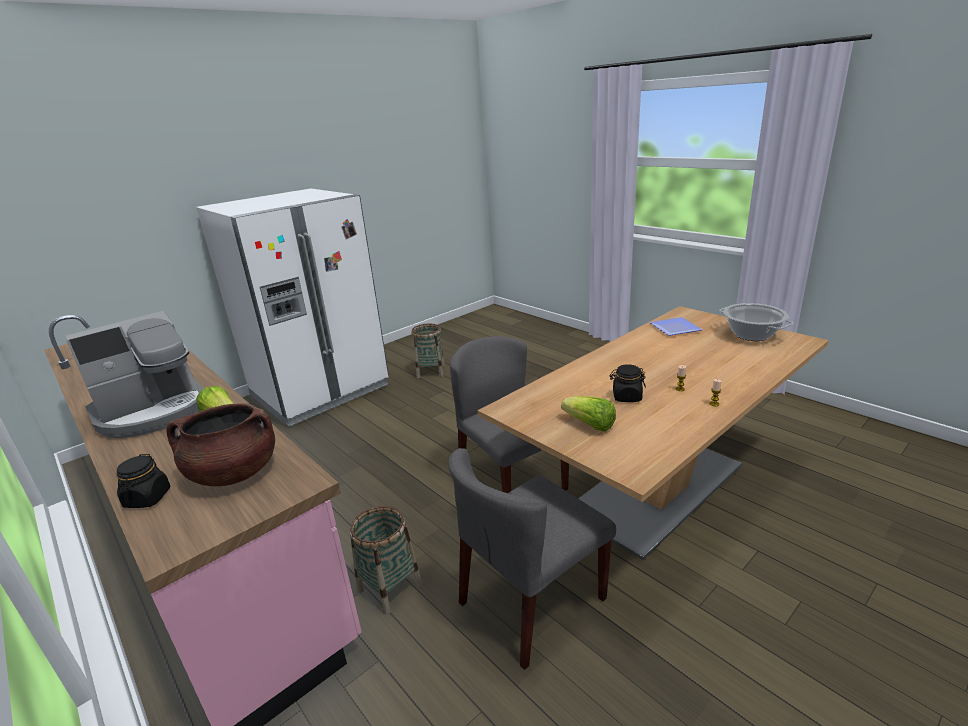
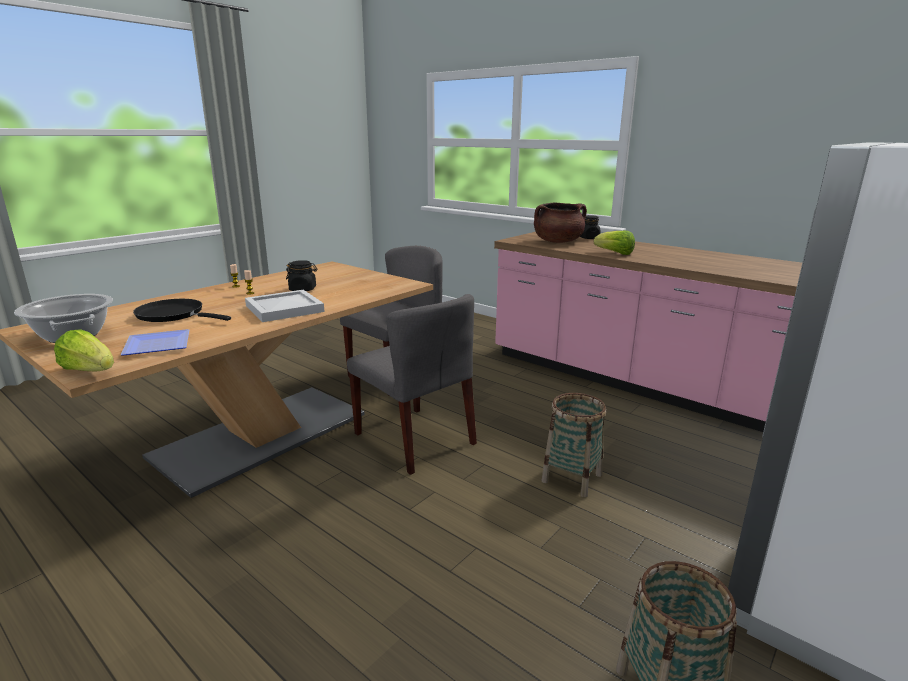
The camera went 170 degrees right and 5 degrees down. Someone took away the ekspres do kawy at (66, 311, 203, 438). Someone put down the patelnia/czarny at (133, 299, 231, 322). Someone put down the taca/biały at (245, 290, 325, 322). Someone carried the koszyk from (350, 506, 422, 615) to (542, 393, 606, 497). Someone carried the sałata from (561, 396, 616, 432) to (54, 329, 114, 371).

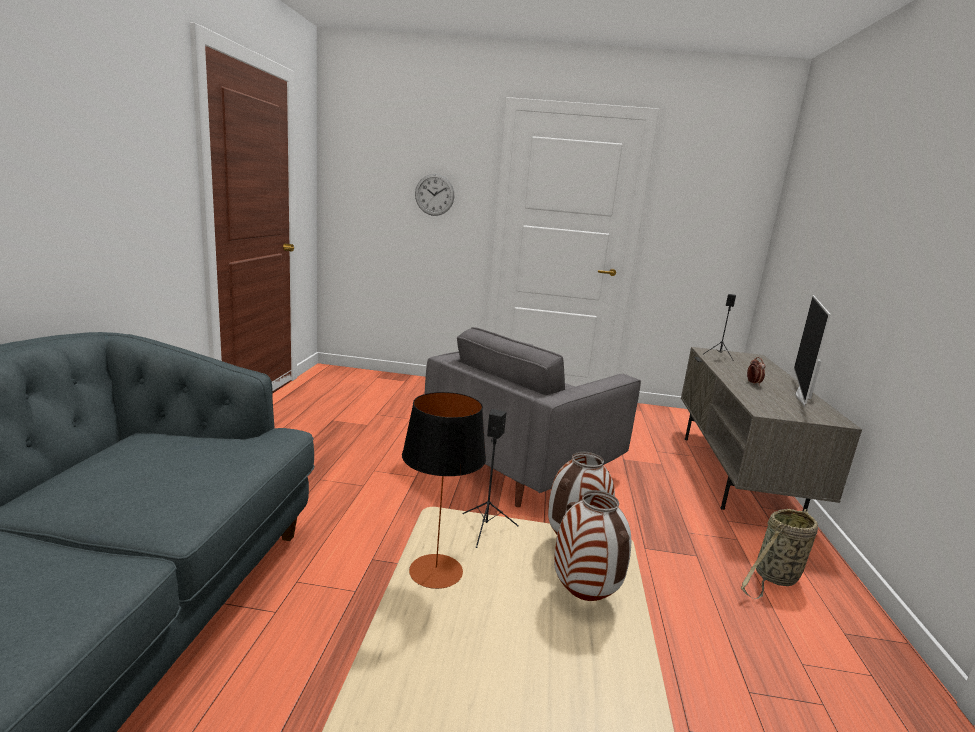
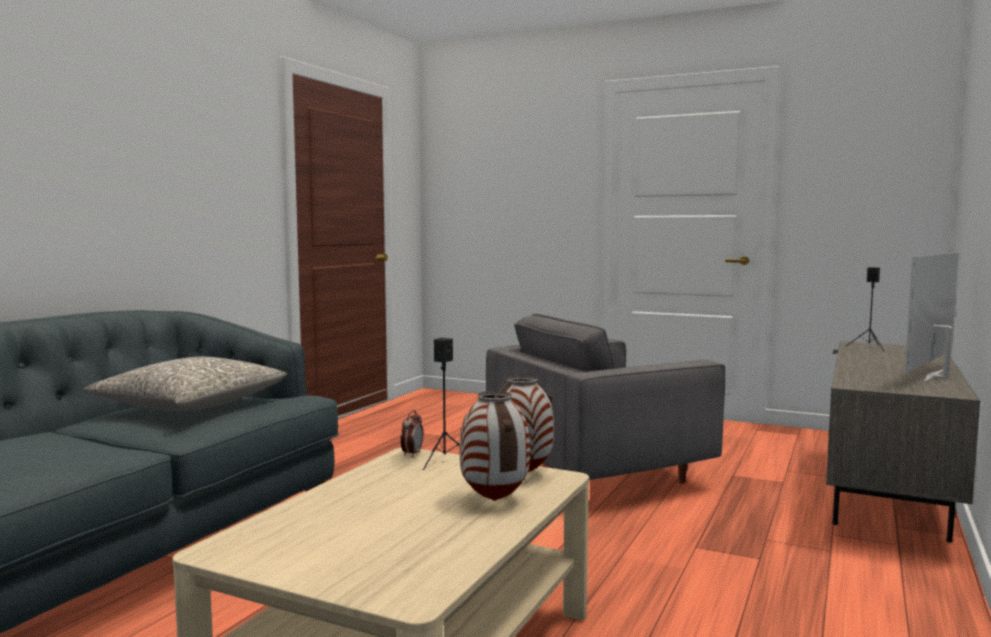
The camera went 20 degrees right and 10 degrees down. Someone took away the lampa stołowa at (402, 392, 486, 589). Someone took away the zegar ścienny at (415, 174, 454, 216). Someone took away the koszyk at (741, 509, 818, 599). Someone put down the poduszka/szary at (84, 357, 287, 411). Someone carried the budzik from (747, 357, 765, 386) to (401, 410, 424, 457).

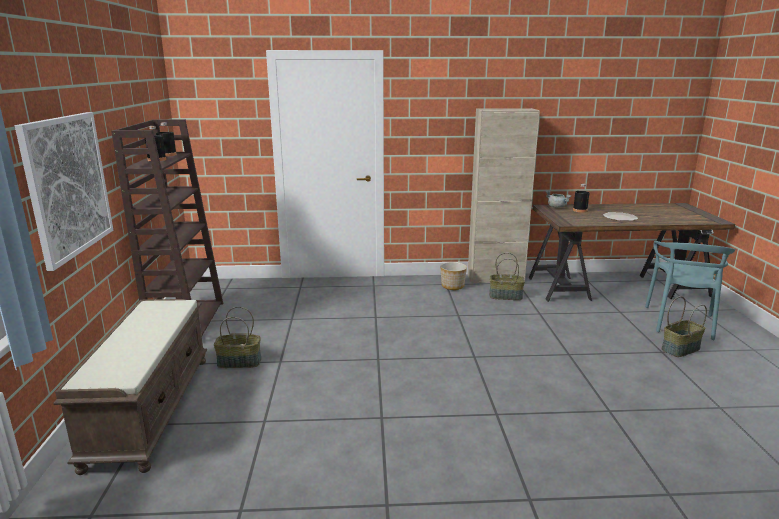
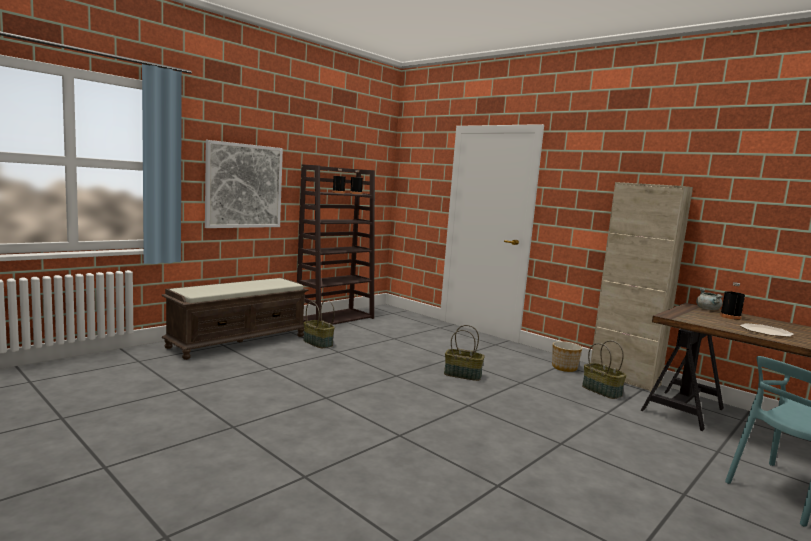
The camera went 45 degrees right and 10 degrees down. Someone carried the koszyk from (662, 296, 707, 357) to (444, 325, 485, 381).

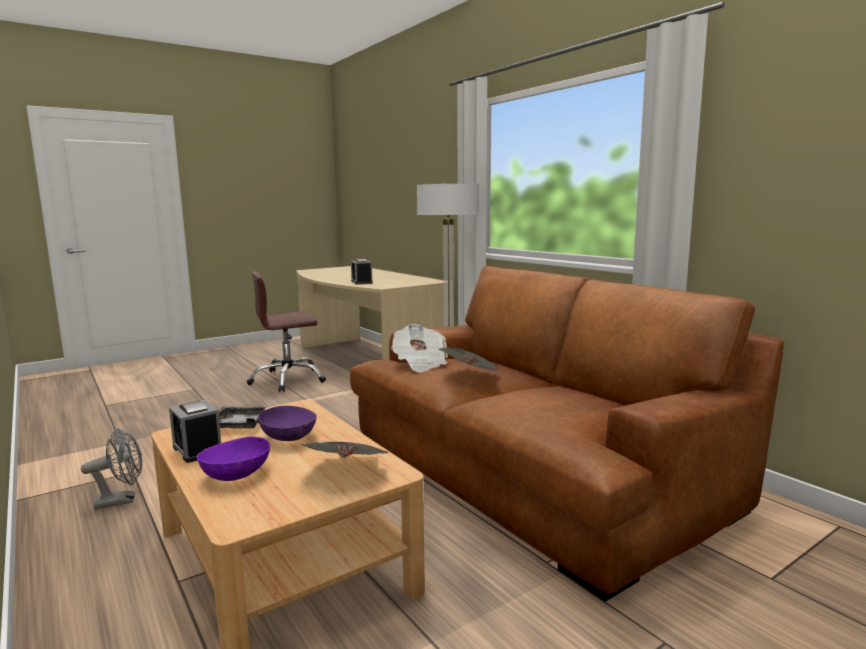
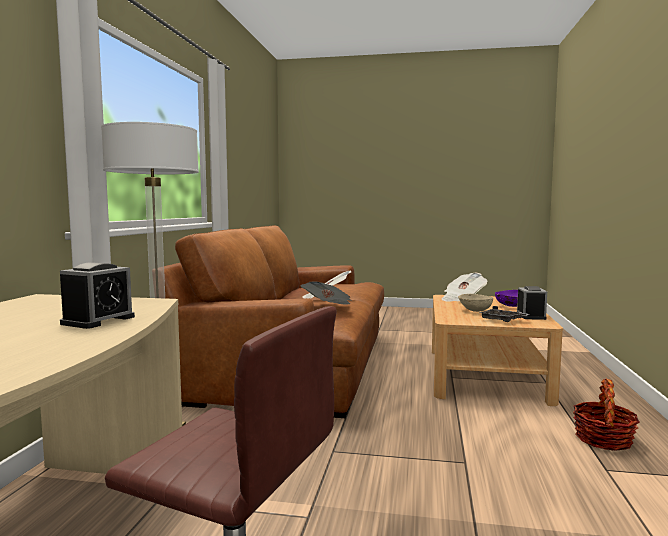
The camera went 135 degrees left and 5 degrees down. Someone swapped the wentylator/szary at (81, 428, 142, 509) for the koszyk at (573, 379, 640, 450). Someone repainted the miska/fioletowy at (258, 406, 317, 441), which became the miska/beżowy at (458, 294, 493, 312).

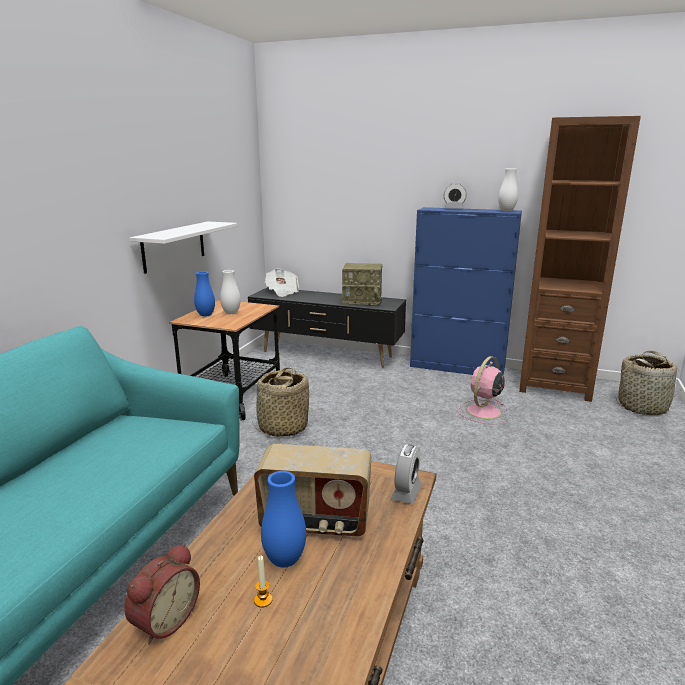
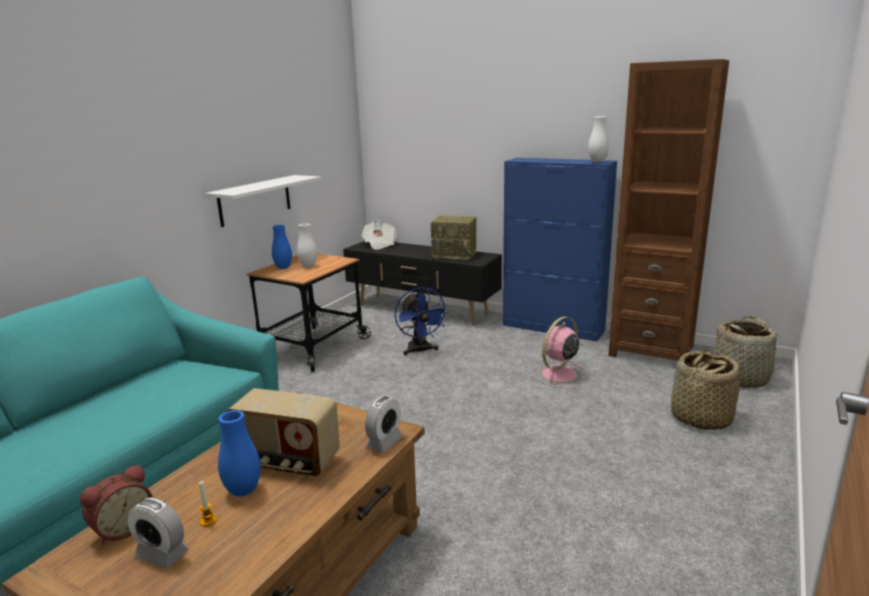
The camera went 10 degrees right and 0 degrees up. Someone put down the wentylator/niebieski at (395, 287, 448, 355). Someone carried the koszyk from (253, 367, 309, 437) to (671, 349, 740, 430). Someone carried the budzik from (444, 183, 467, 209) to (128, 498, 189, 568).

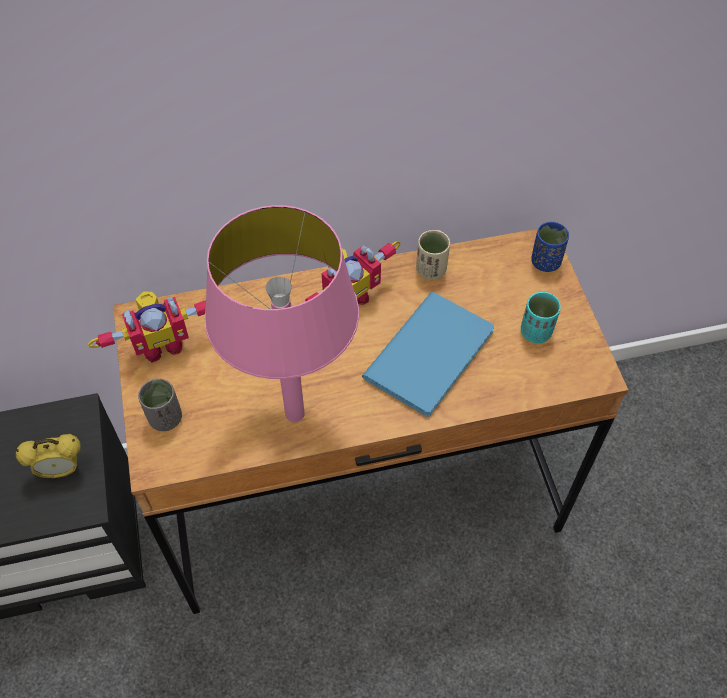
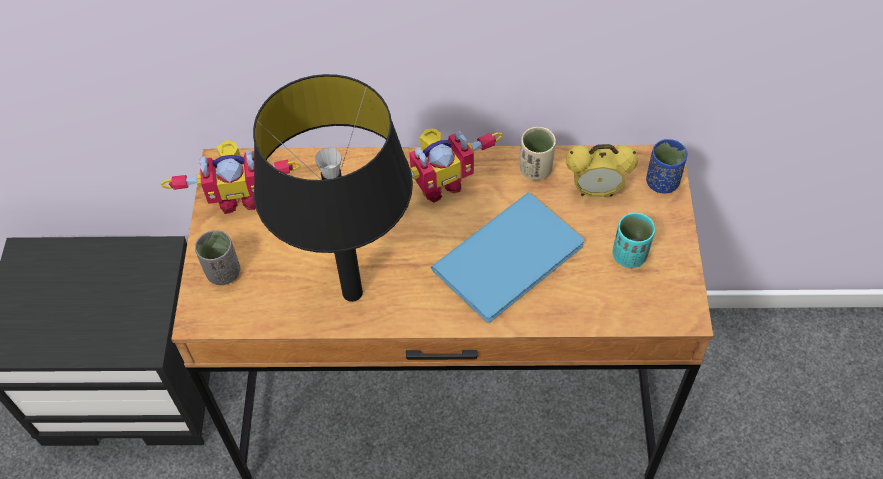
The camera went 15 degrees right and 0 degrees up. Someone carried the budzik from (16, 434, 81, 478) to (566, 144, 638, 197). Someone repainted the lampa stołowa/różowy at (205, 205, 359, 422), which became the lampa stołowa/czarny at (253, 74, 413, 302).

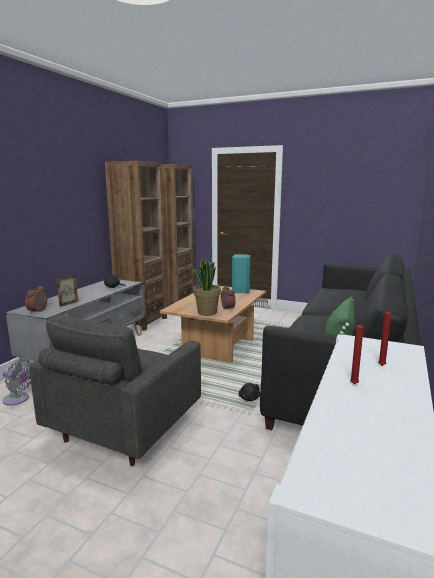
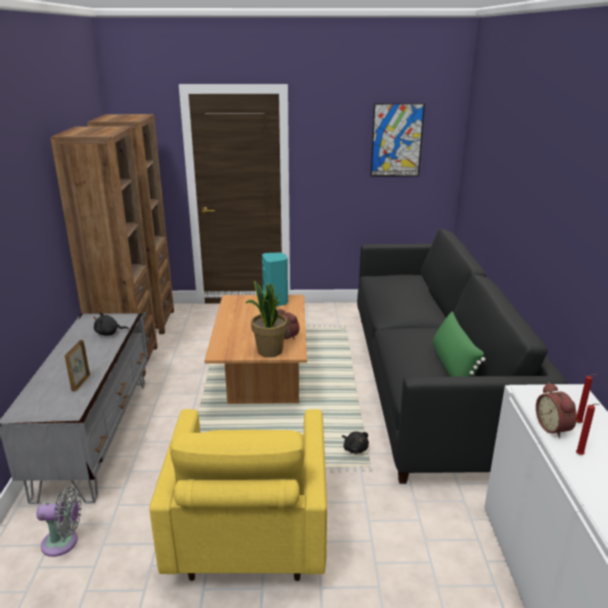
The camera went 25 degrees left and 10 degrees up. Someone put up the obraz at (370, 103, 425, 177). Someone carried the budzik from (25, 286, 48, 313) to (536, 382, 577, 438). Someone repainted the fotel/szary at (29, 315, 201, 466), which became the fotel/żółty at (149, 409, 327, 581).

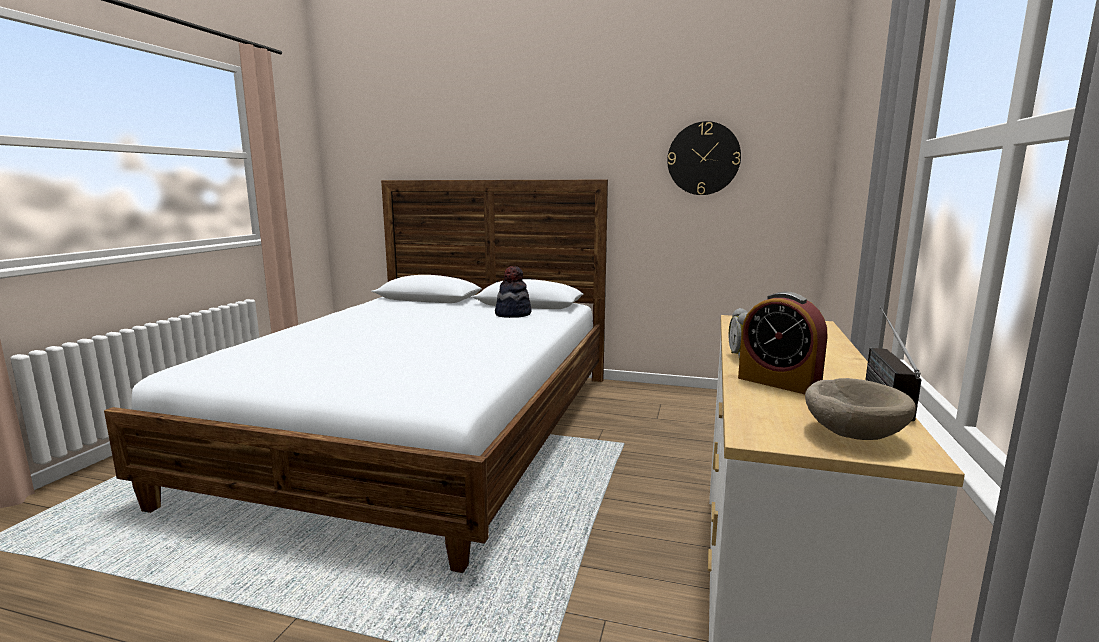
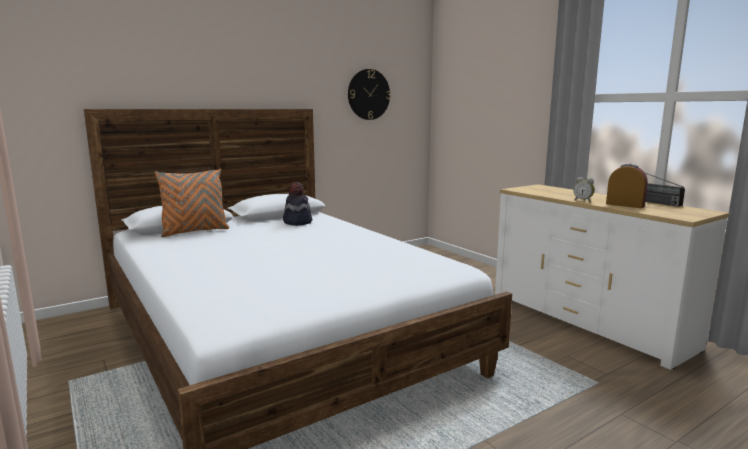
The camera went 50 degrees left and 0 degrees up. Someone took away the miska/beżowy at (805, 378, 916, 440). Someone put down the poduszka/pomarańczowy at (155, 169, 229, 237). Someone rotated the budzik at (738, 292, 827, 394) by 135 degrees counterclockwise.

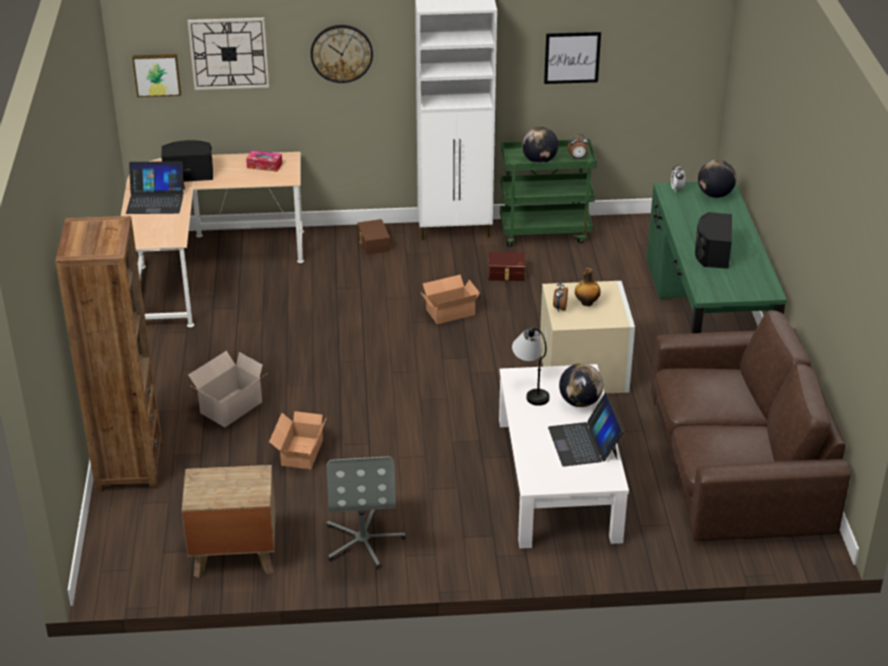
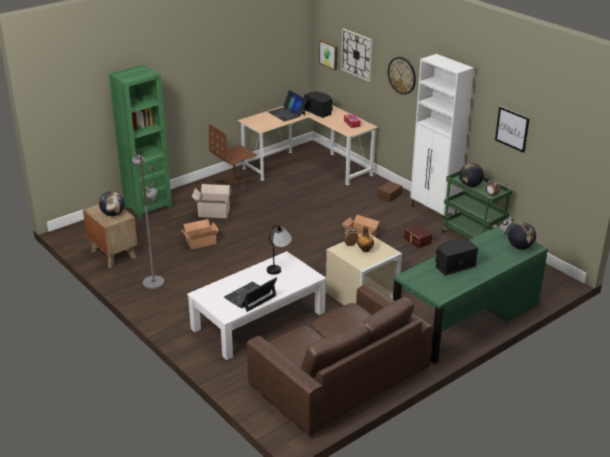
The camera went 55 degrees right and 5 degrees down. Someone put down the krzesło biurowe/brązowy at (209, 124, 257, 192). Someone carried the globus from (559, 363, 603, 407) to (99, 191, 125, 216). Someone swapped the krzesło biurowe/szary at (326, 456, 406, 568) for the lampa stojąca/szary at (132, 153, 164, 289). Someone repainted the regał/brązowy at (55, 216, 162, 492), which became the regał/zielony at (109, 65, 172, 219).

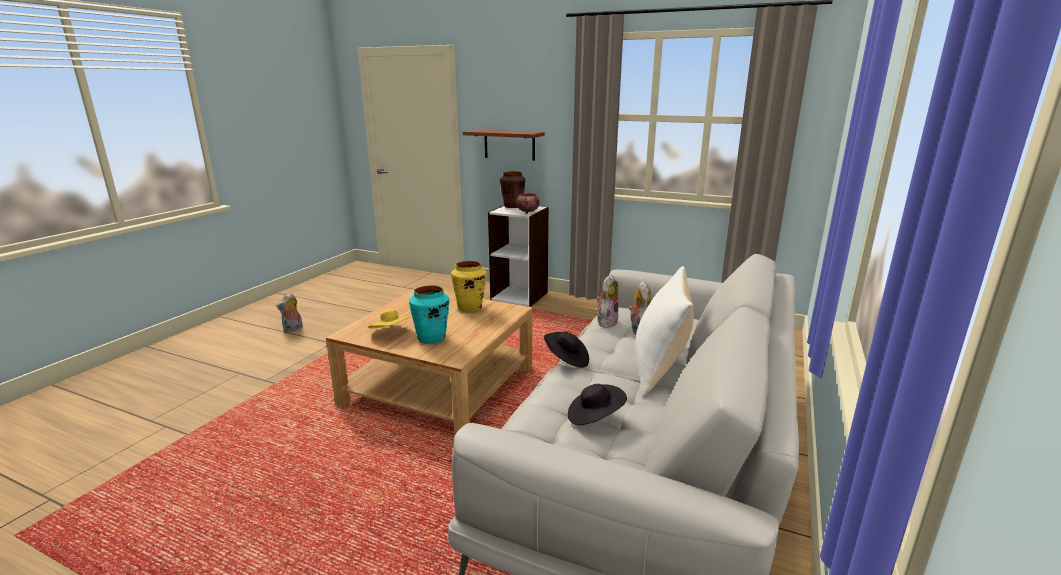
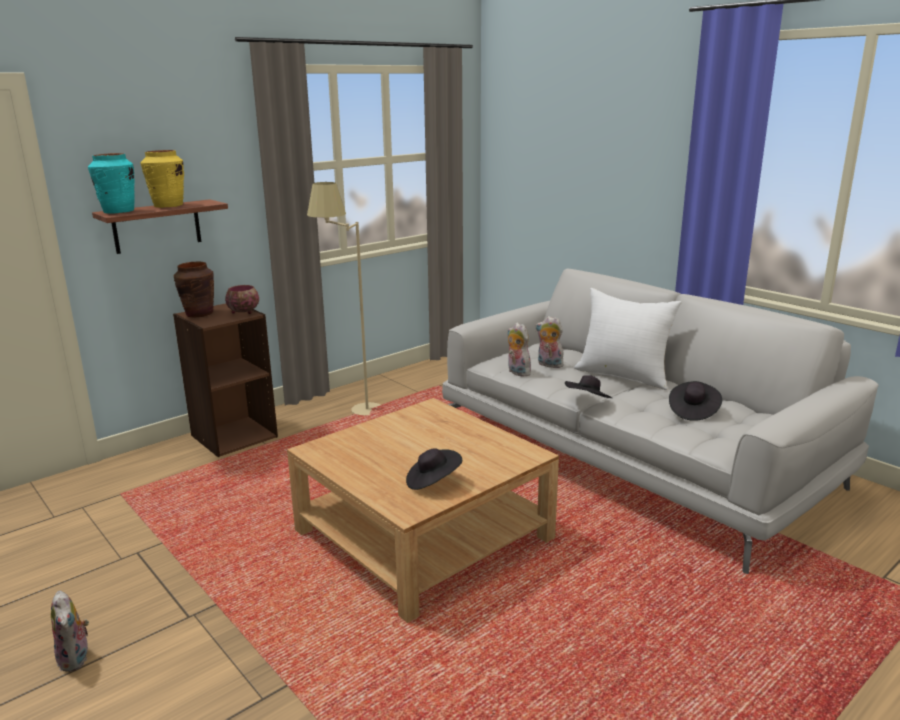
The camera went 65 degrees left and 0 degrees up. Someone put down the lampa stojąca/beżowy at (307, 182, 380, 415). Someone carried the wazon/turkusowy from (409, 285, 450, 344) to (88, 153, 135, 214). Someone carried the wazon/żółty from (451, 261, 486, 312) to (140, 150, 184, 208). Someone repainted the kapelusz/żółty at (368, 309, 411, 329), which became the kapelusz/czarny at (406, 448, 462, 490). Someone repainted the regał/biały at (488, 205, 549, 307), which became the regał/brązowy at (173, 303, 278, 457).

